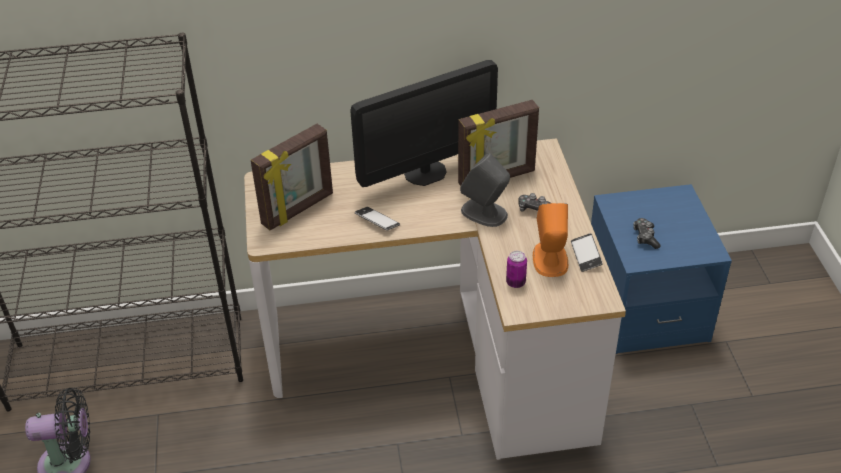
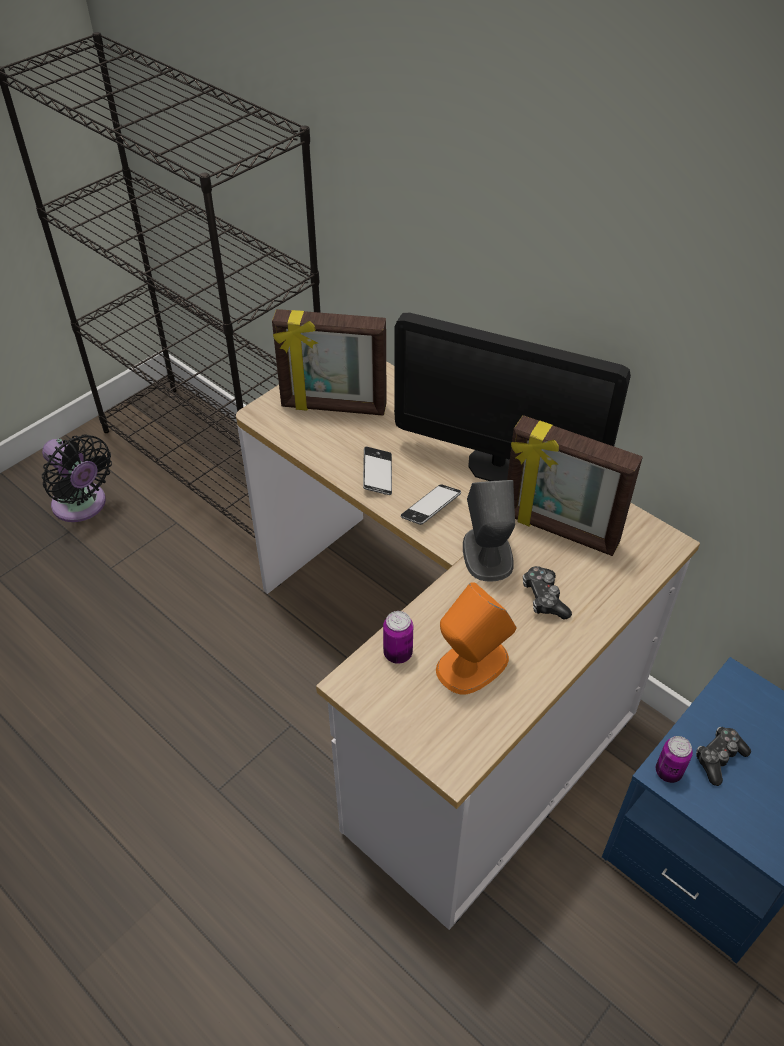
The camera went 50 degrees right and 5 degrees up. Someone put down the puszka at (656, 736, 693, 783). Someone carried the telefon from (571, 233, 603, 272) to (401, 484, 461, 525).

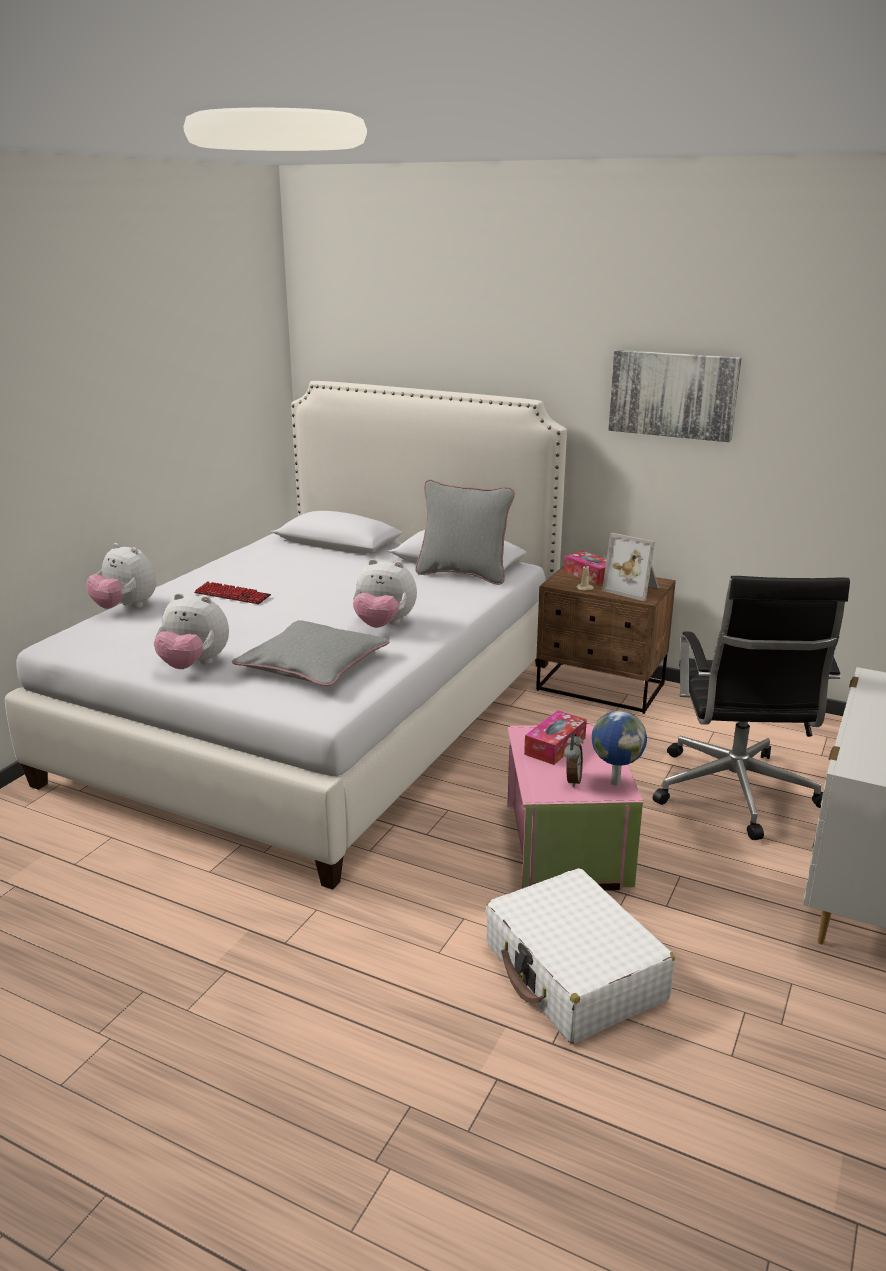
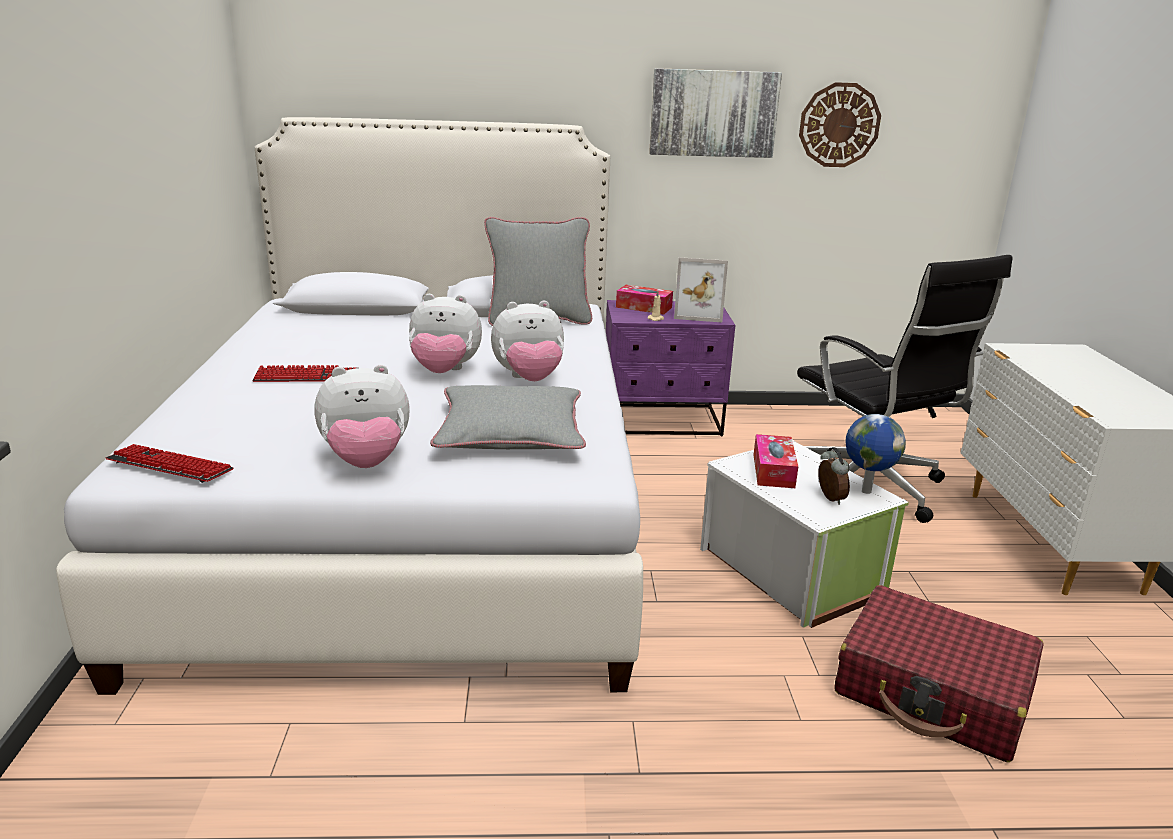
The camera went 30 degrees left and 0 degrees up. Someone put down the klawiatura at (106, 444, 234, 483). Someone put up the zegar ścienny at (799, 82, 881, 167). Someone carried the pluszak from (86, 543, 156, 609) to (409, 294, 482, 373). Someone repainted the walizka/biały at (485, 868, 675, 1044), which became the walizka/czerwony at (834, 585, 1044, 762). Someone repainted the pojemnik do przechowywania/różowy at (507, 724, 643, 891), which became the pojemnik do przechowywania/biały at (700, 440, 909, 628). Someone repainted the szafka nocna/brązowy at (536, 566, 676, 714), which became the szafka nocna/fioletowy at (606, 300, 735, 436).

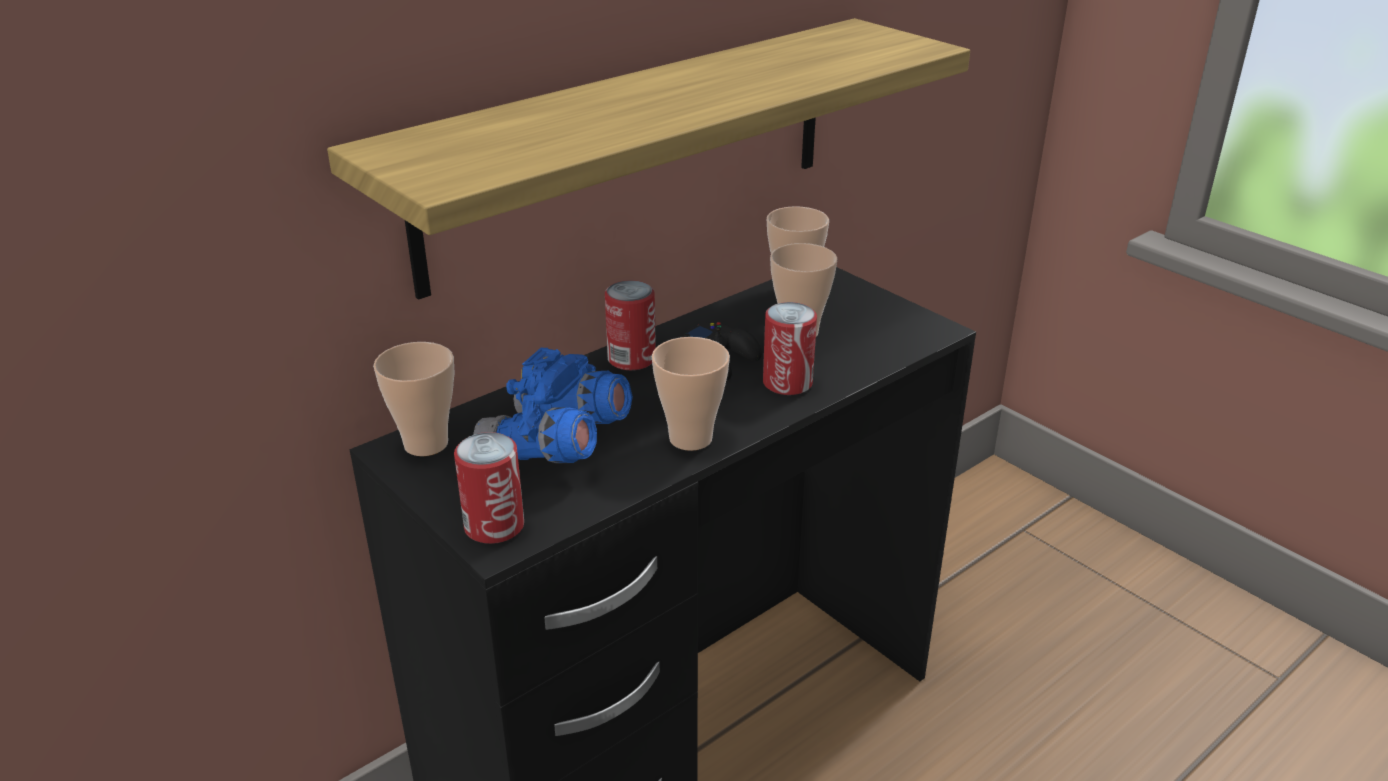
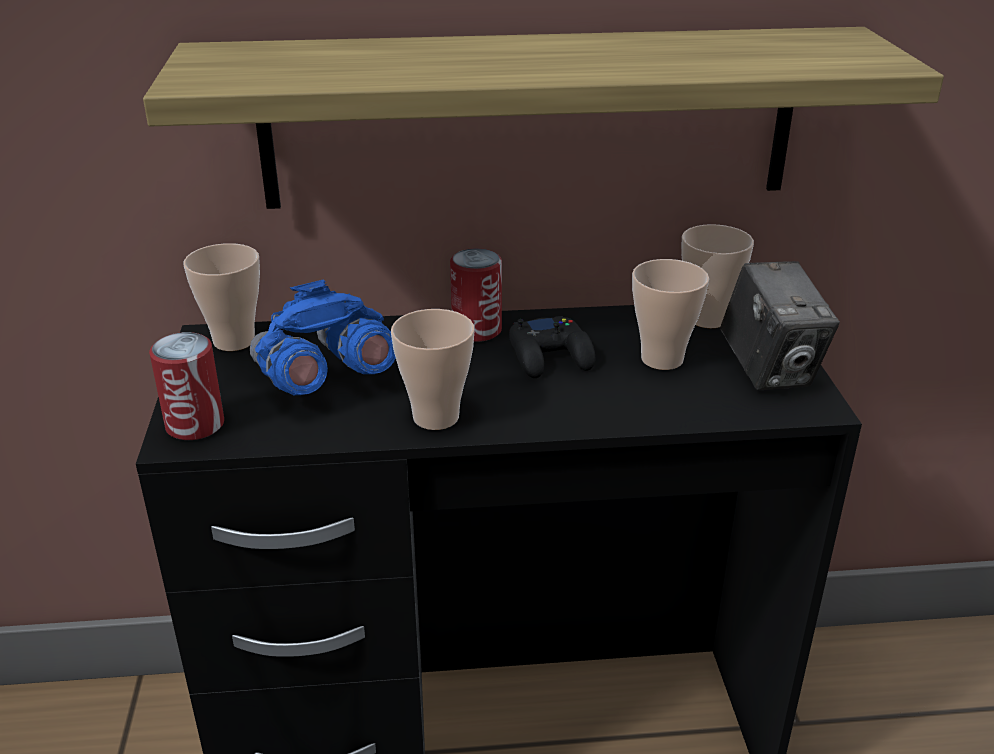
The camera went 35 degrees right and 0 degrees up. Someone took away the puszka at (763, 302, 817, 395). Someone put down the aparat fotograficzny at (720, 261, 840, 390).

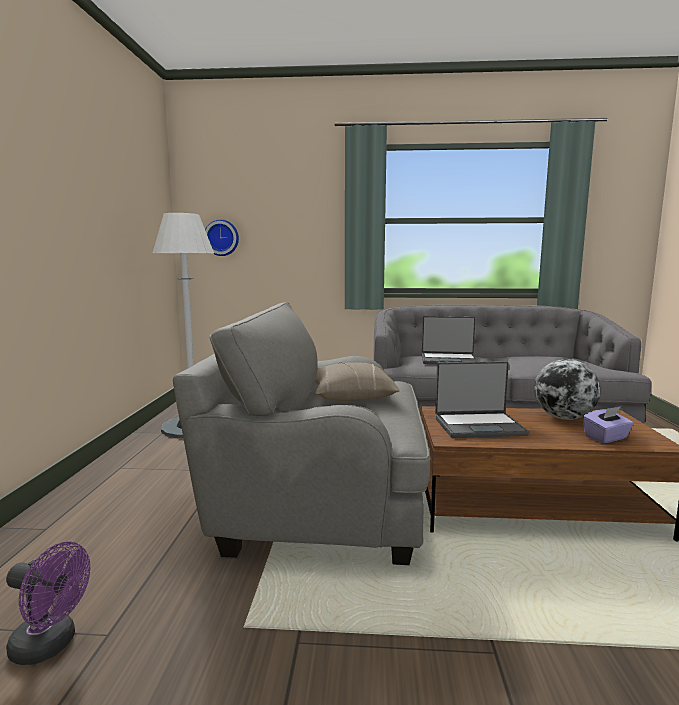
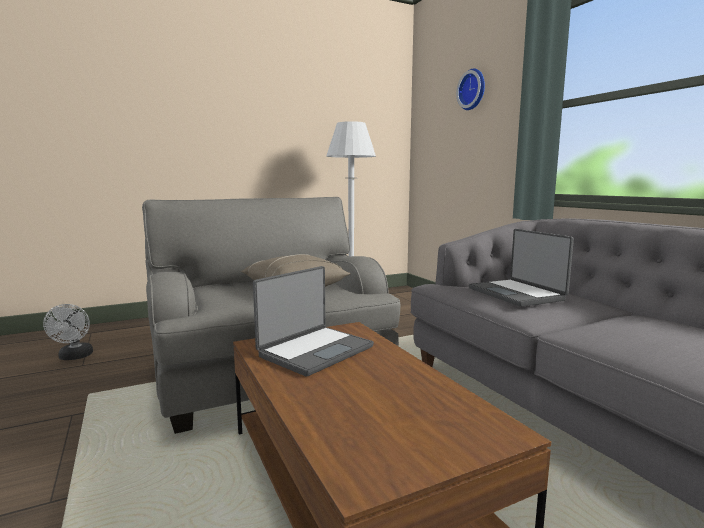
The camera went 60 degrees right and 0 degrees up. Someone took away the globus at (534, 359, 601, 420). Someone took away the pudełko chusteczek/fioletowy at (583, 406, 634, 443). Someone carried the zegar ścienny from (205, 219, 239, 256) to (456, 68, 485, 110). Someone repainted the wentylator/fioletowy at (6, 542, 90, 665), which became the wentylator/biały at (43, 304, 93, 360). Someone rotated the laptop at (435, 361, 529, 438) by 105 degrees counterclockwise.

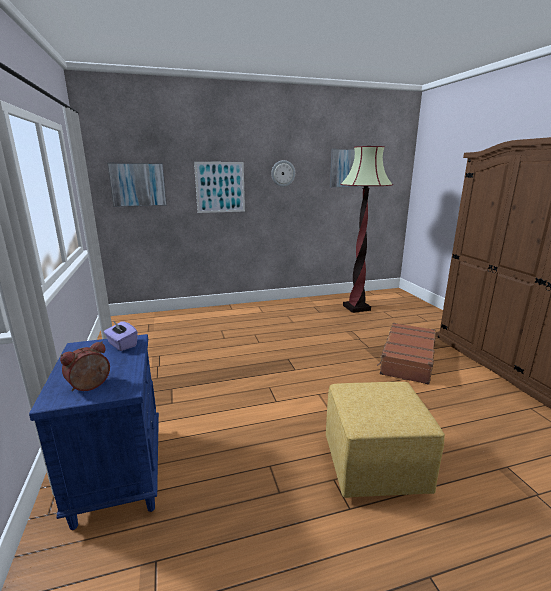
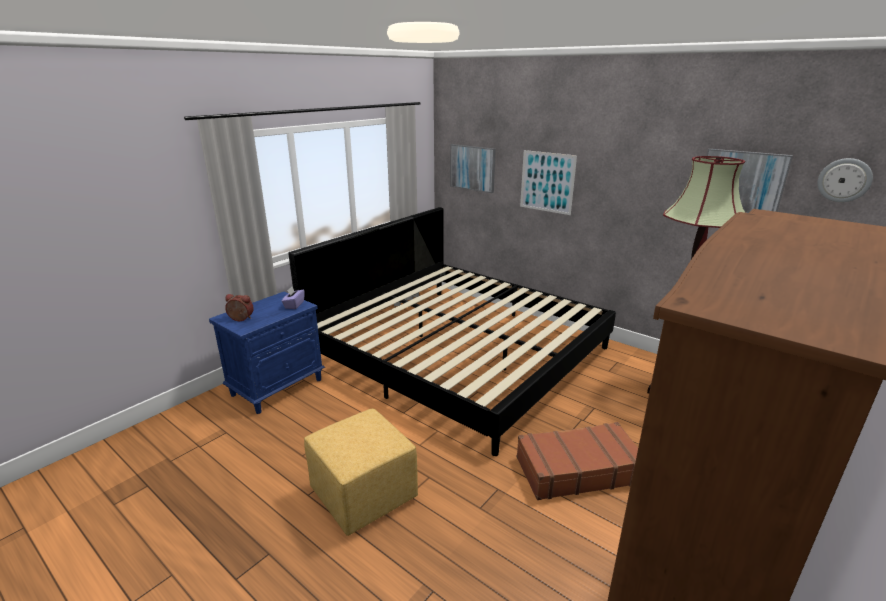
The camera went 55 degrees right and 5 degrees up. Someone put down the łóżko at (289, 207, 616, 456). Someone carried the zegar ścienny from (271, 160, 295, 187) to (817, 158, 873, 202).

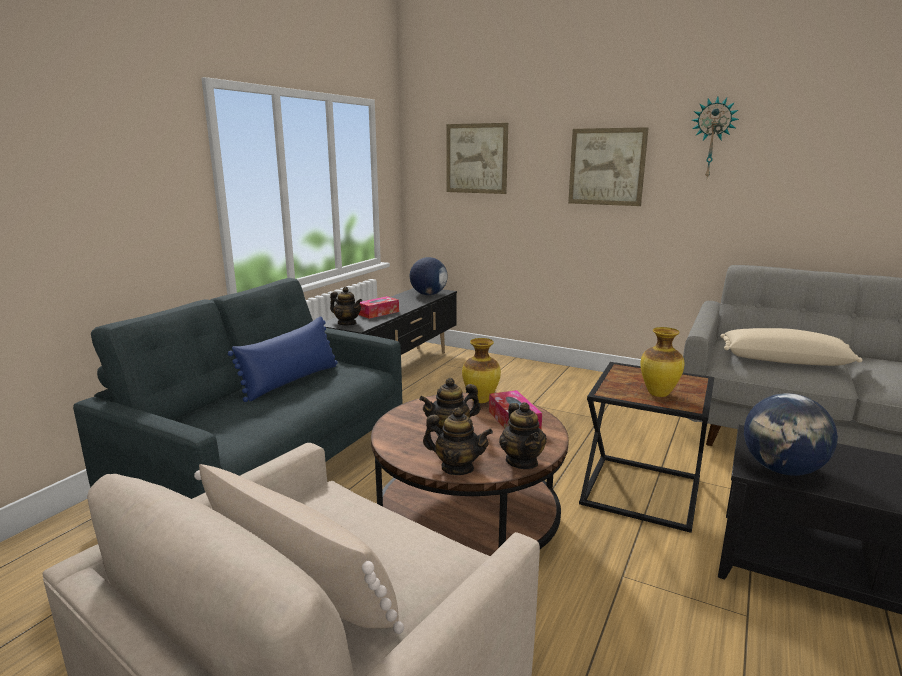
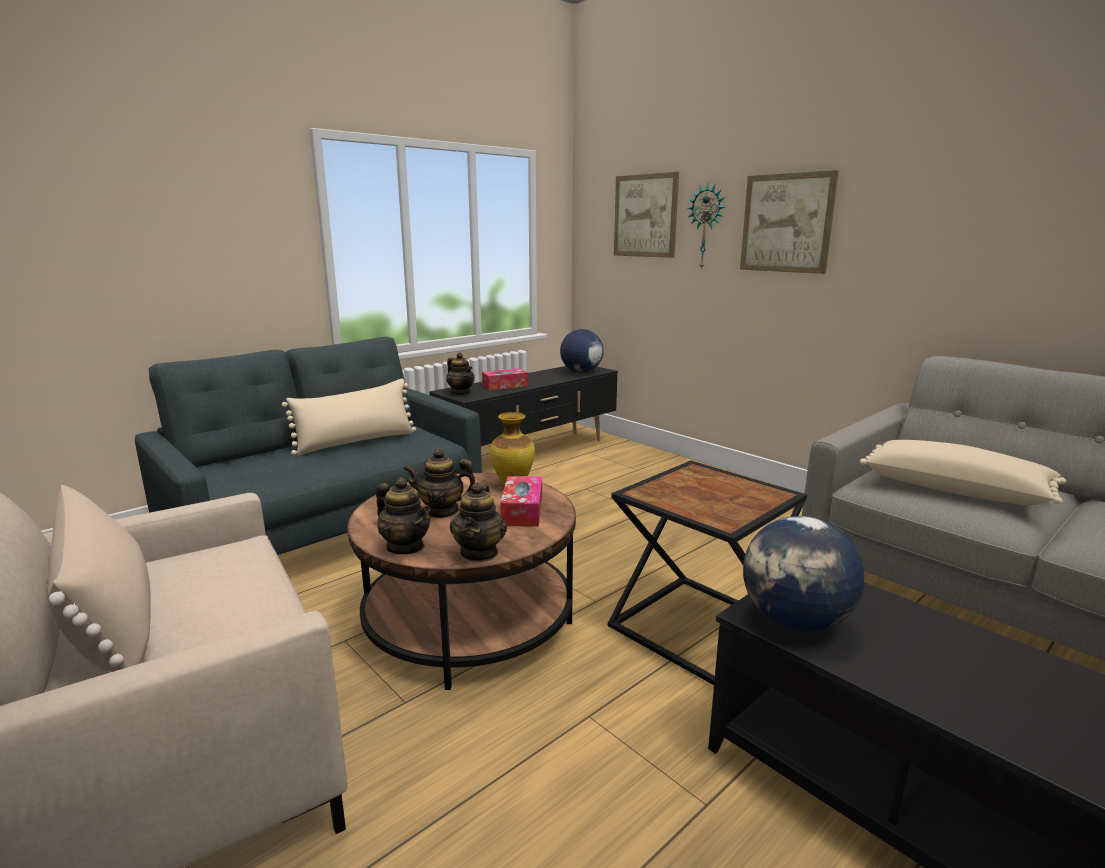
The camera went 20 degrees right and 0 degrees up. Someone took away the wazon at (640, 327, 684, 397). Someone carried the zegar ścienny from (691, 97, 739, 178) to (688, 183, 725, 270). Someone repainted the poduszka/niebieski at (228, 316, 338, 402), which became the poduszka/beżowy at (282, 379, 416, 455).

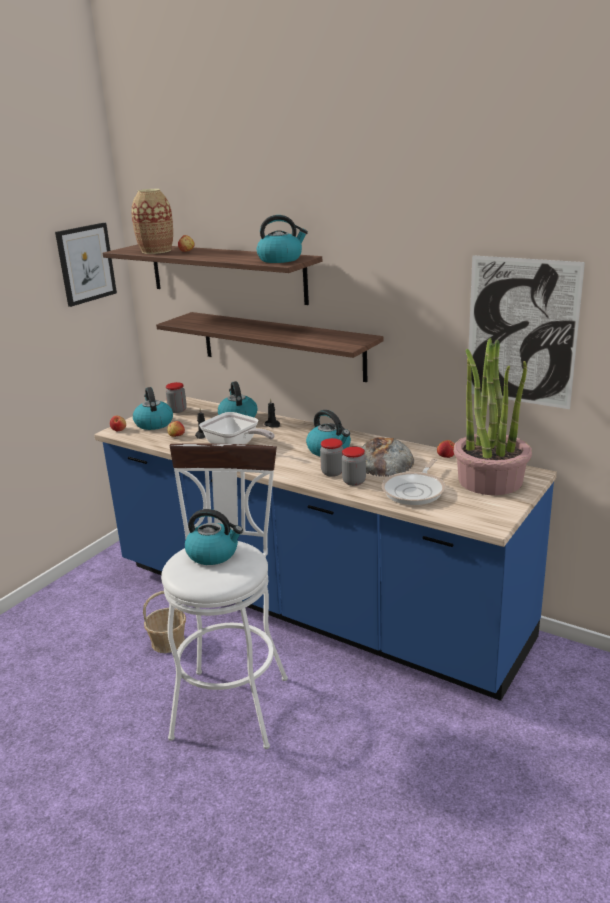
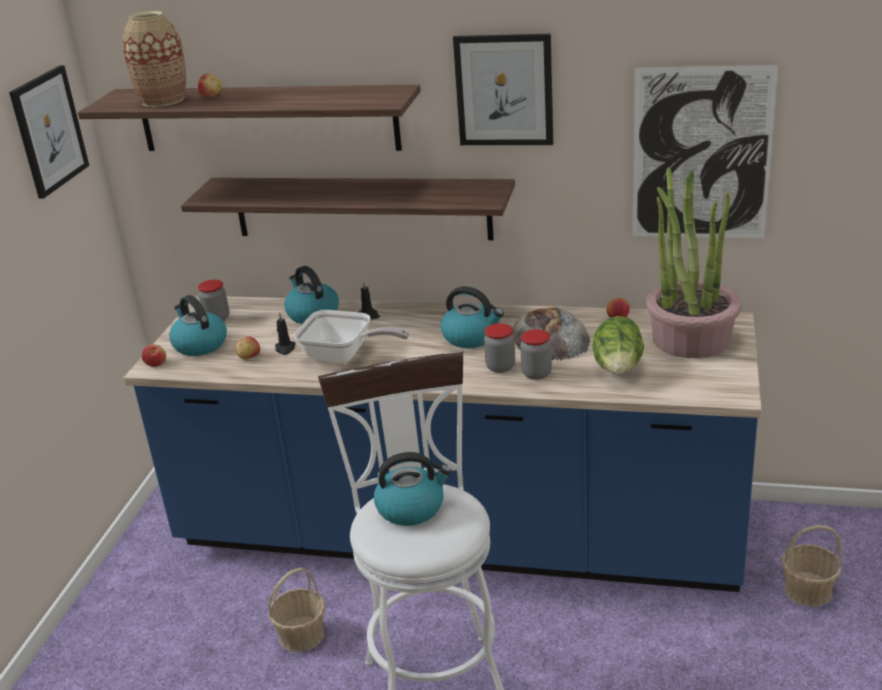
The camera went 20 degrees left and 5 degrees up. Someone took away the czajnik at (257, 215, 308, 263). Someone put up the obraz at (453, 34, 553, 145). Someone put down the koszyk at (781, 525, 842, 607). Someone swapped the patelnia at (382, 458, 445, 505) for the sałata at (592, 316, 644, 374).

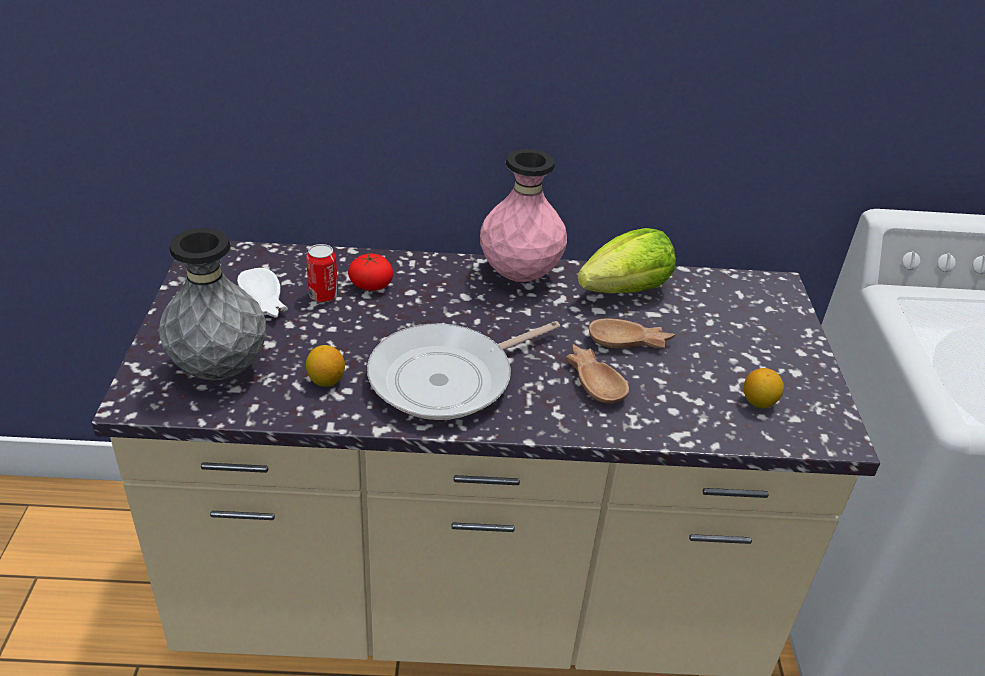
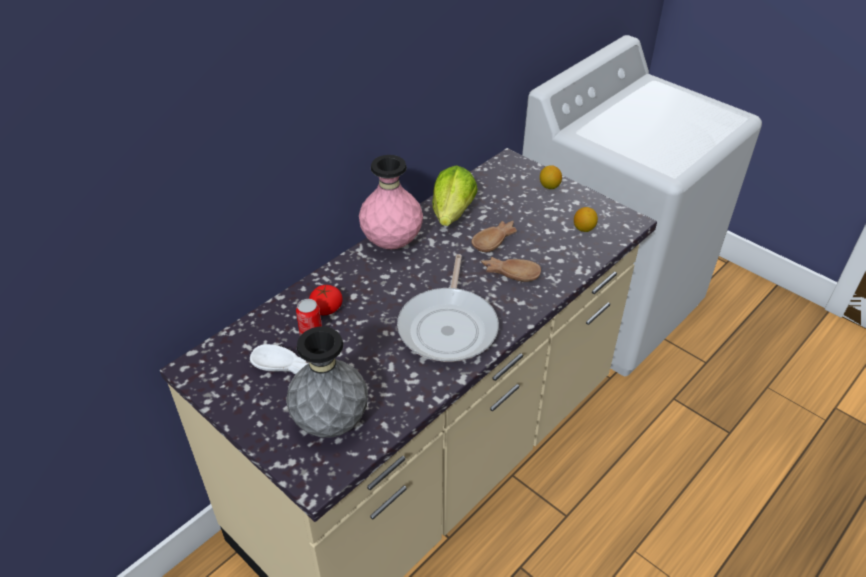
The camera went 45 degrees left and 5 degrees up. Someone carried the cytryna from (306, 345, 345, 387) to (540, 165, 562, 189).

